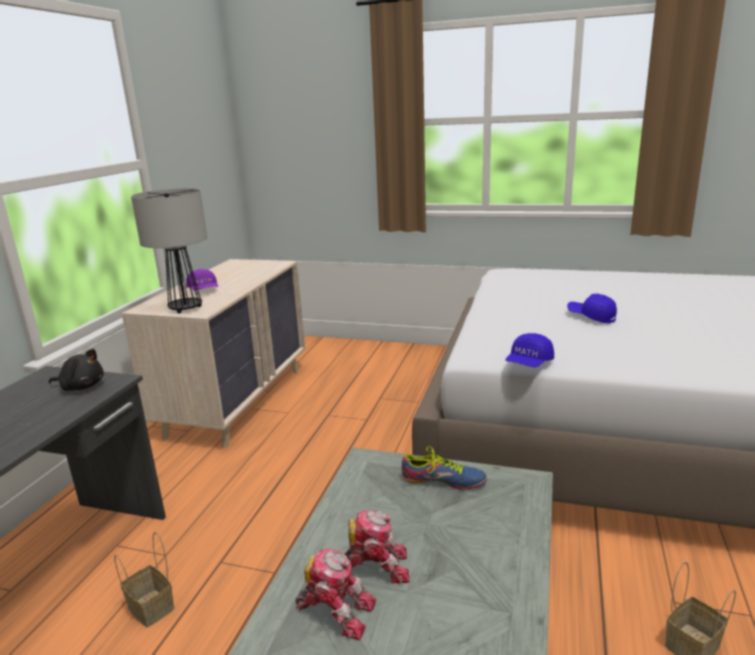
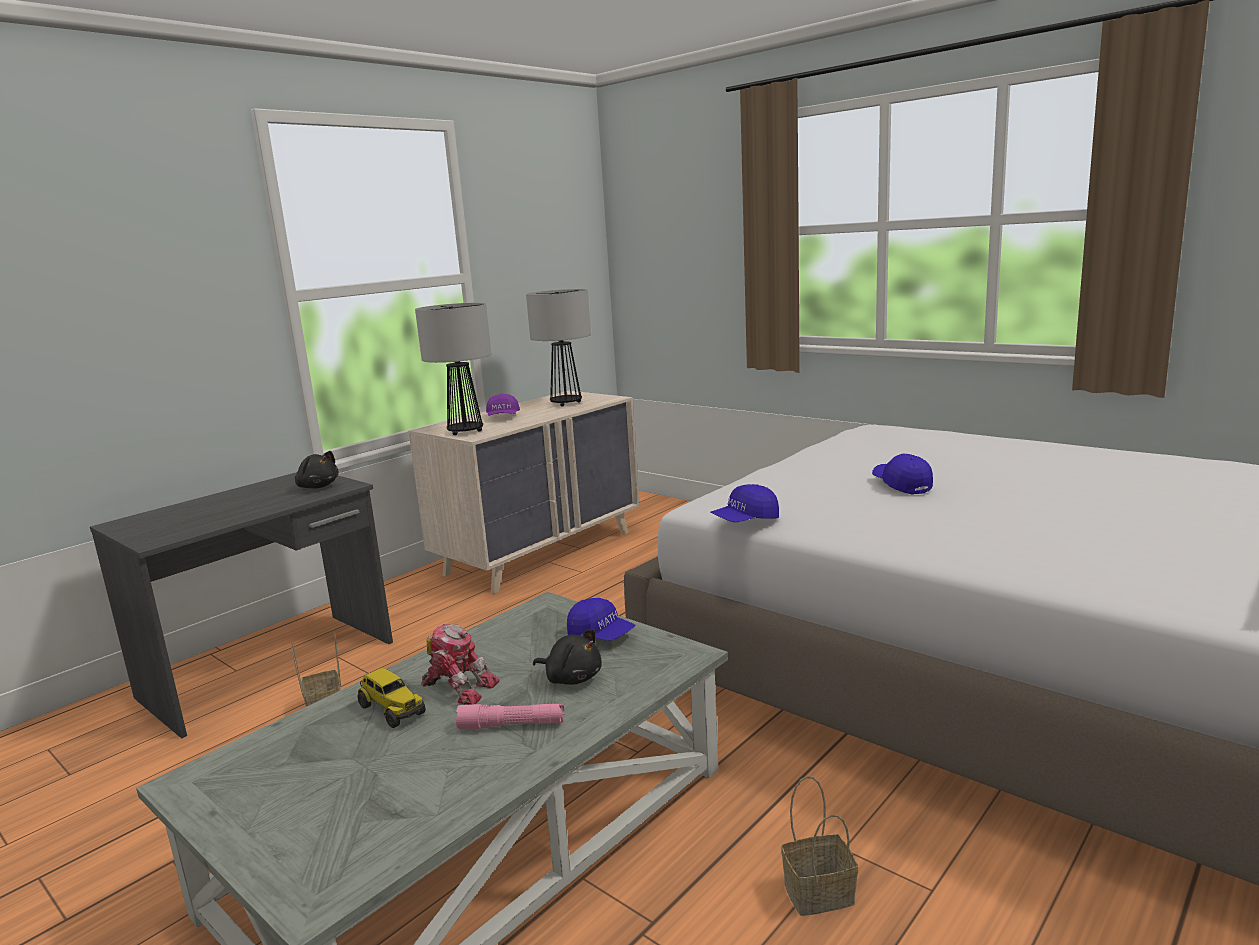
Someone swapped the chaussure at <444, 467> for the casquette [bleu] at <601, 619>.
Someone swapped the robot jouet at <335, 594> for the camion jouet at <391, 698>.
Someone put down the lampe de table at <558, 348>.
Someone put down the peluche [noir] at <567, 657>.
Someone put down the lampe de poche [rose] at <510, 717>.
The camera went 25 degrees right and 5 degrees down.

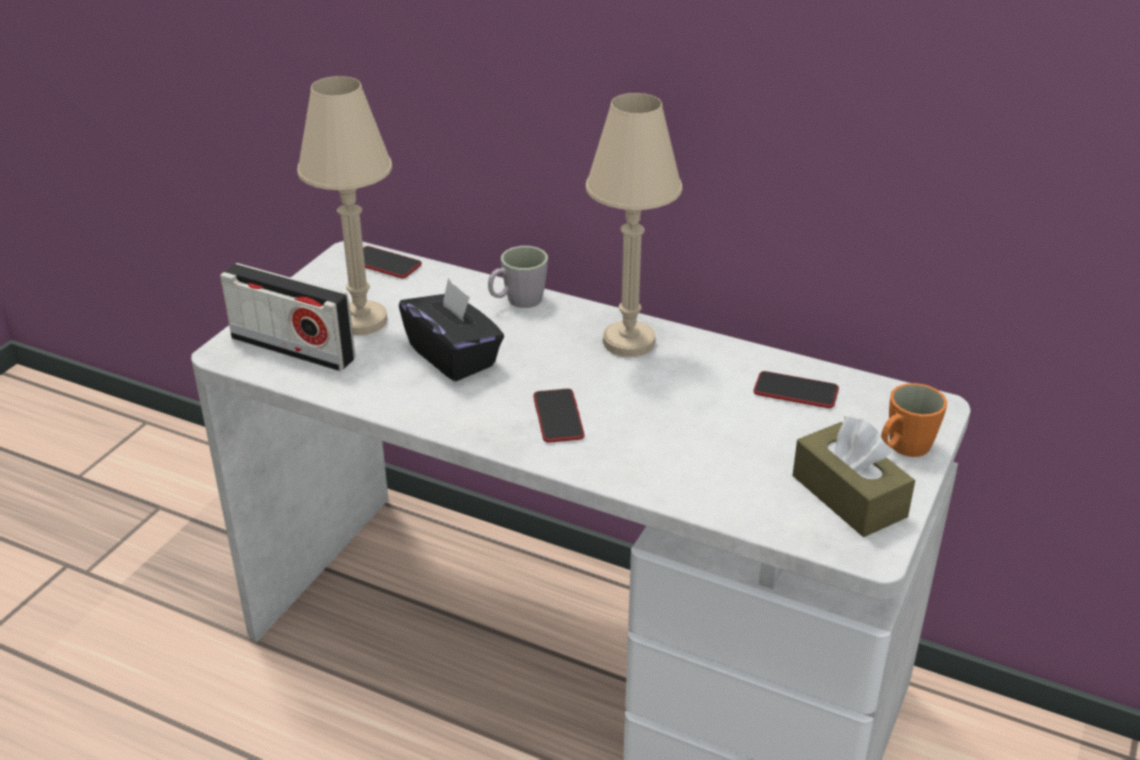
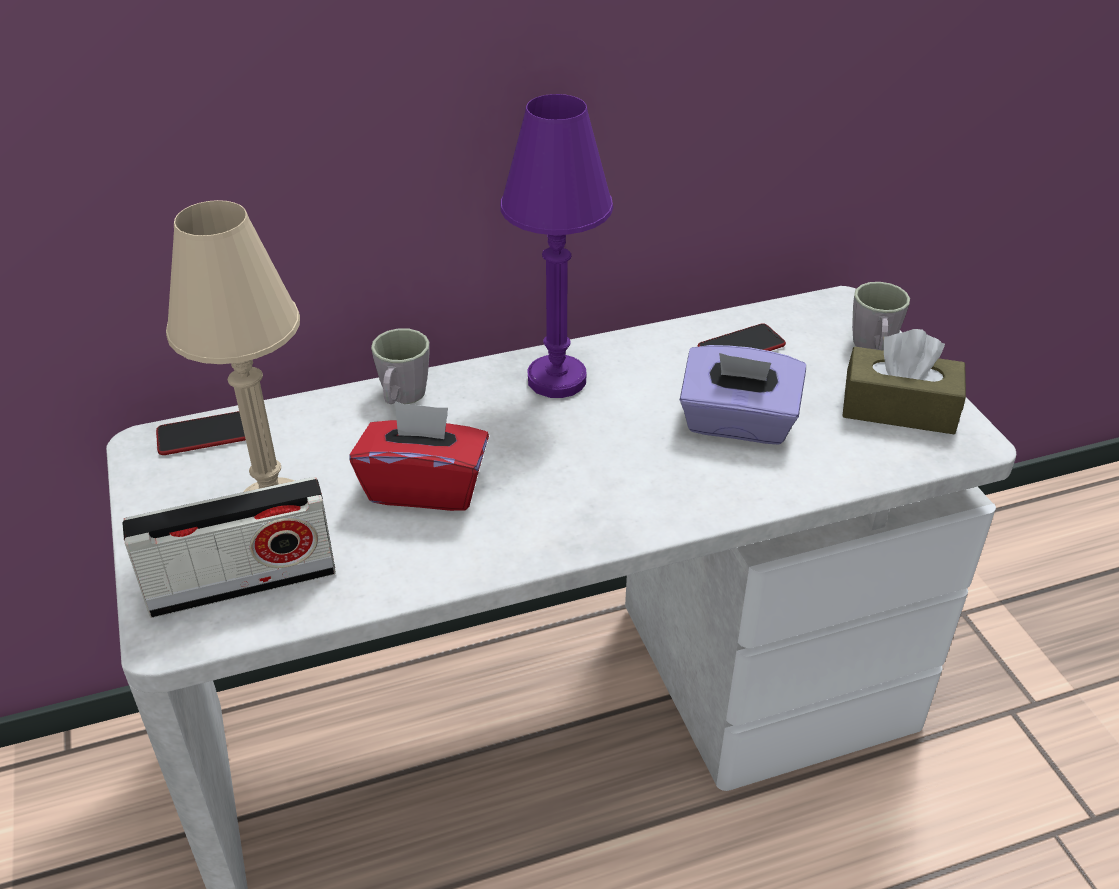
Someone repainted the lampe de table [beige] at <634, 225>, which became the lampe de table [violet] at <556, 246>.
Someone repainted the boîte à mouchoirs [noir] at <451, 329>, which became the boîte à mouchoirs [rouge] at <419, 456>.
Someone repainted the mug [orange] at <914, 420>, which became the mug [gris] at <881, 316>.
Someone took away the téléphone at <559, 416>.
Someone put down the boîte à mouchoirs [violet] at <743, 394>.
The camera went 45 degrees left and 5 degrees up.

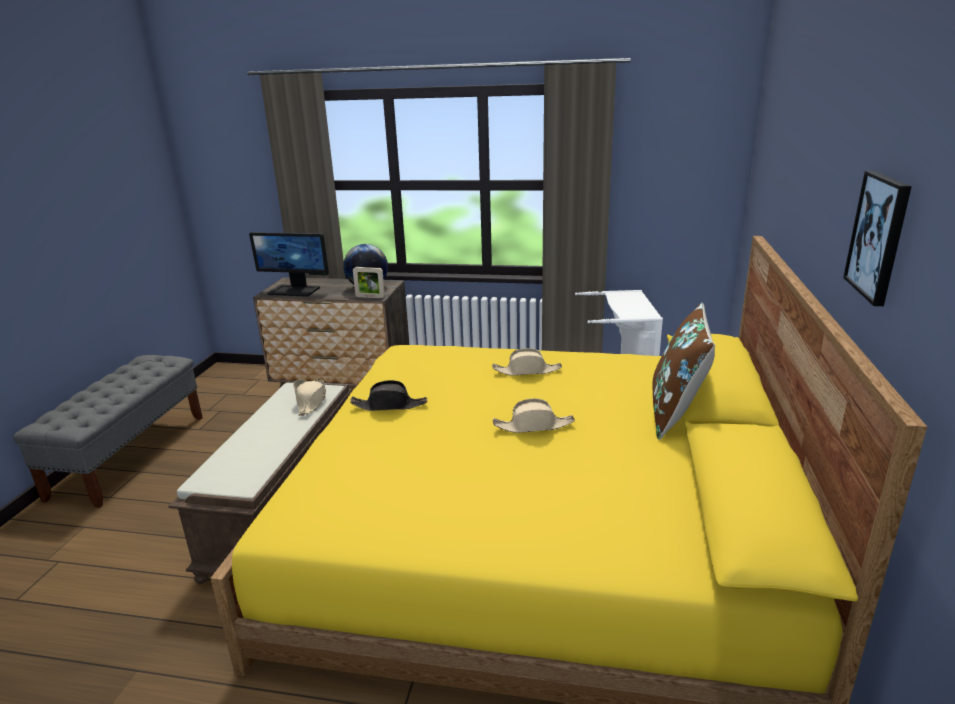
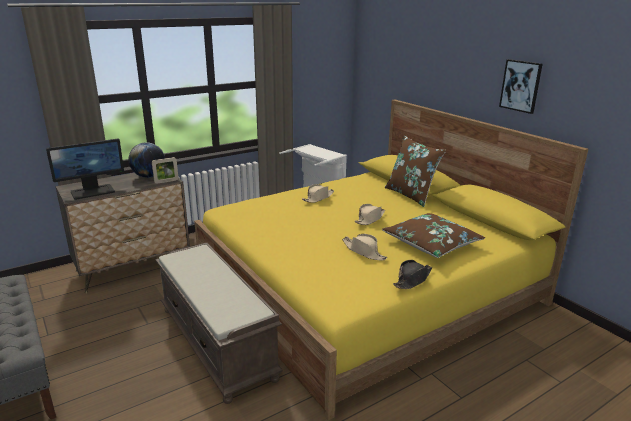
Someone carried the chapeau [beige] from <309, 397> to <364, 247>.
Someone carried the chapeau [noir] from <388, 395> to <412, 274>.
Someone put down the coussin [marron] at <433, 235>.
The camera went 45 degrees left and 0 degrees up.

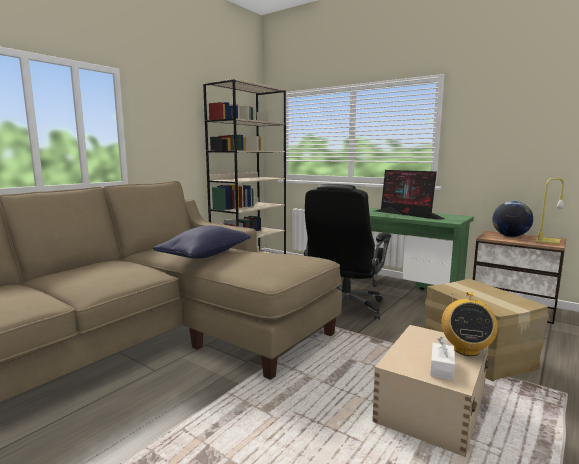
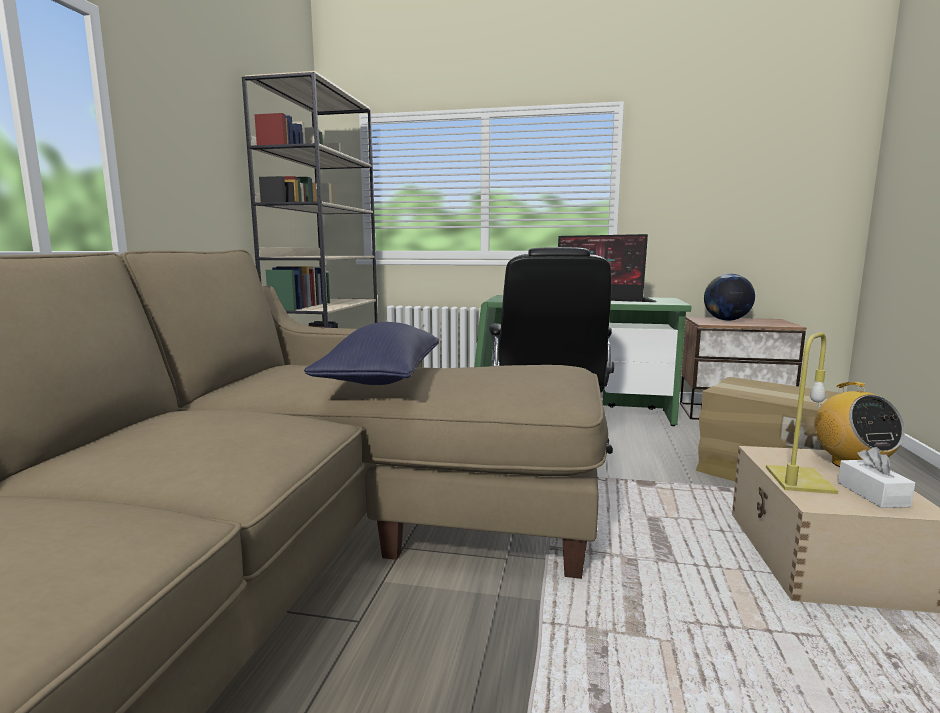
Someone carried the lampe de table [jaune] from <550, 211> to <802, 413>.
The camera went 25 degrees left and 0 degrees up.

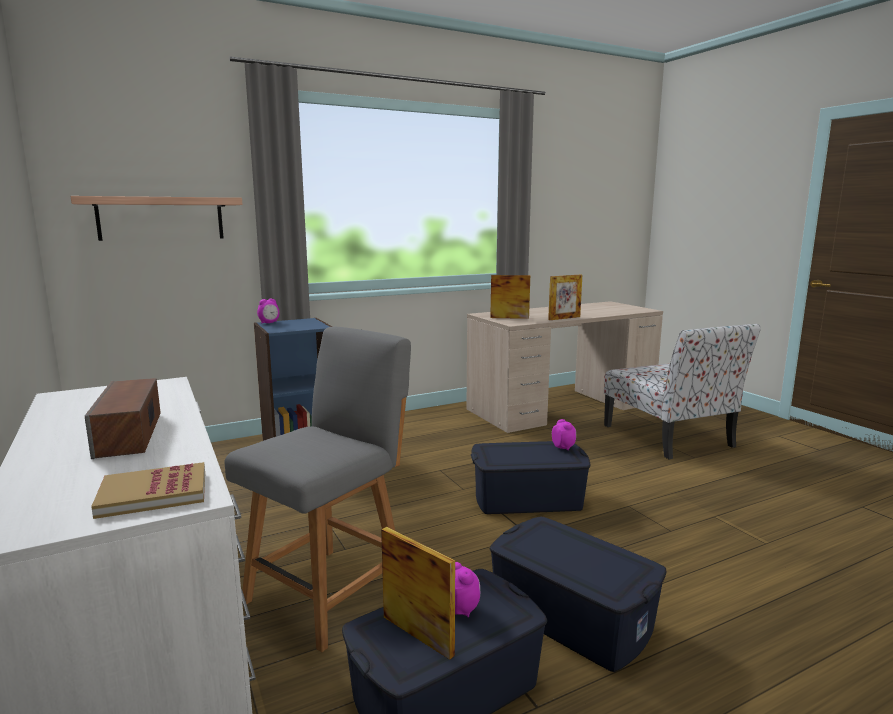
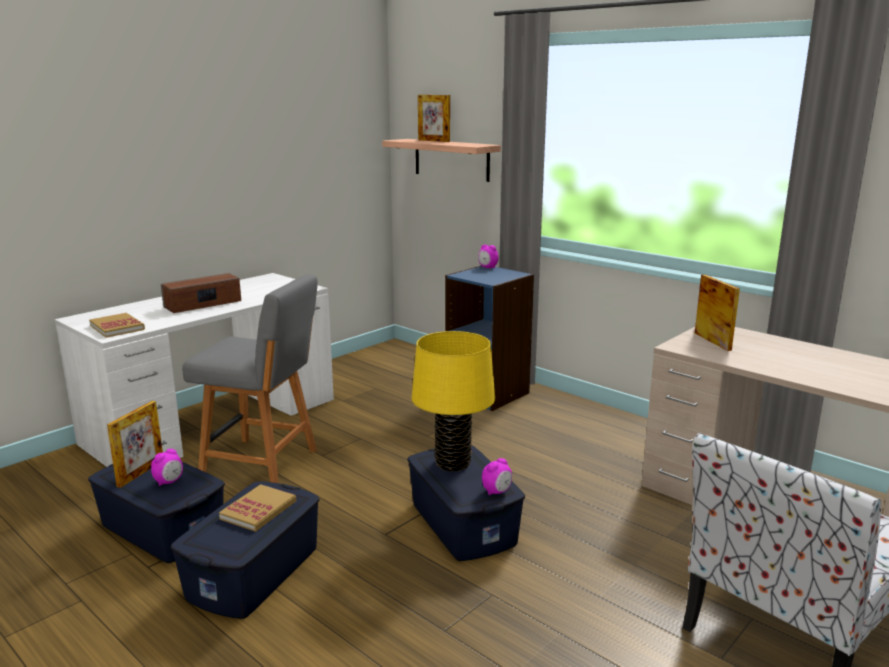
Someone carried the cadre photo from <565, 297> to <434, 118>.
Someone put down the lampe de table [jaune] at <453, 401>.
Someone put down the livre at <257, 508>.
The camera went 70 degrees right and 5 degrees up.

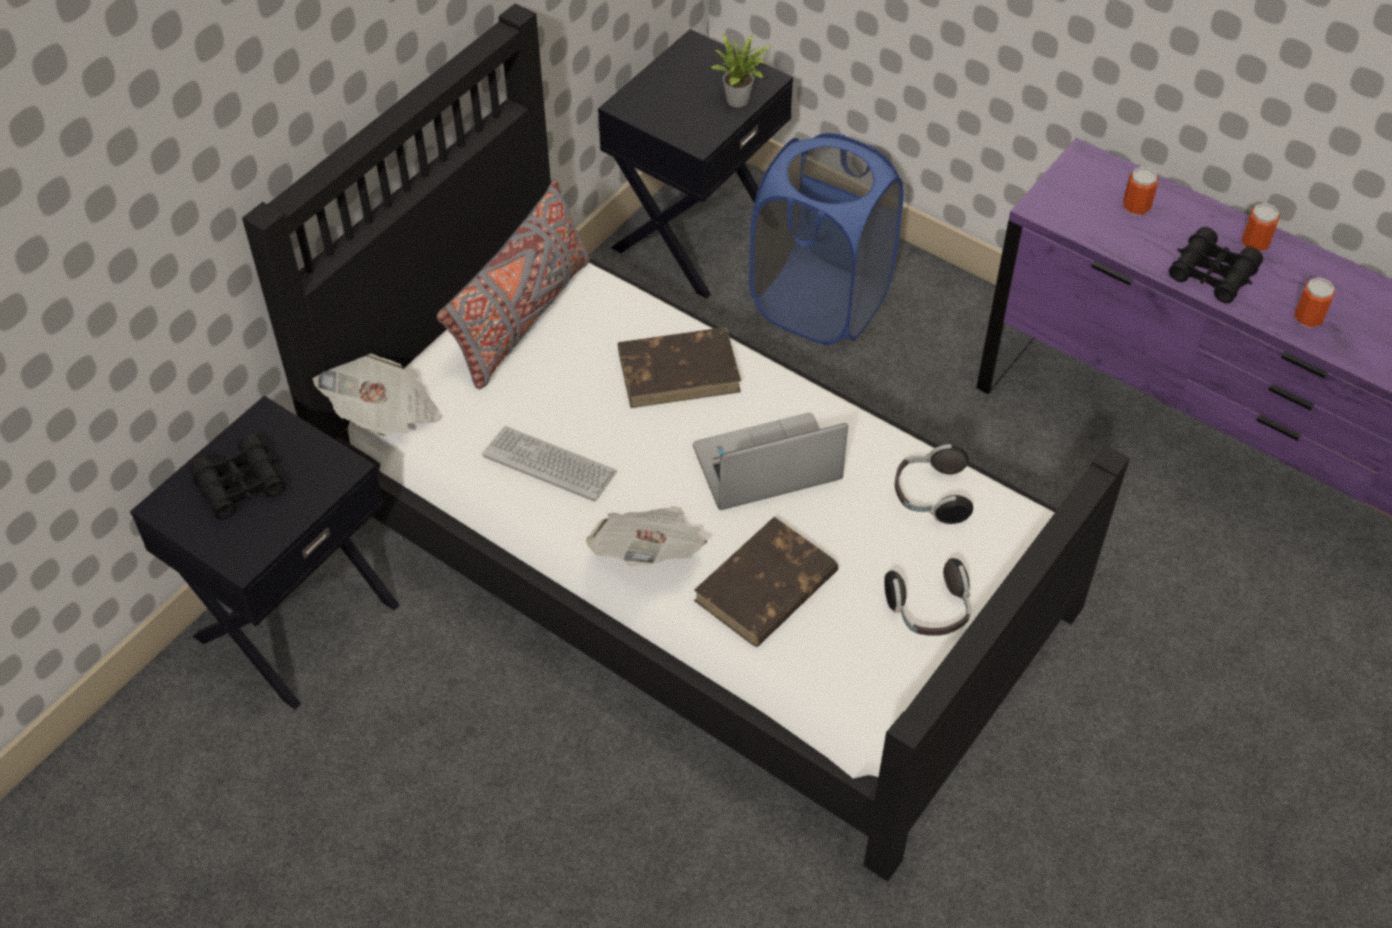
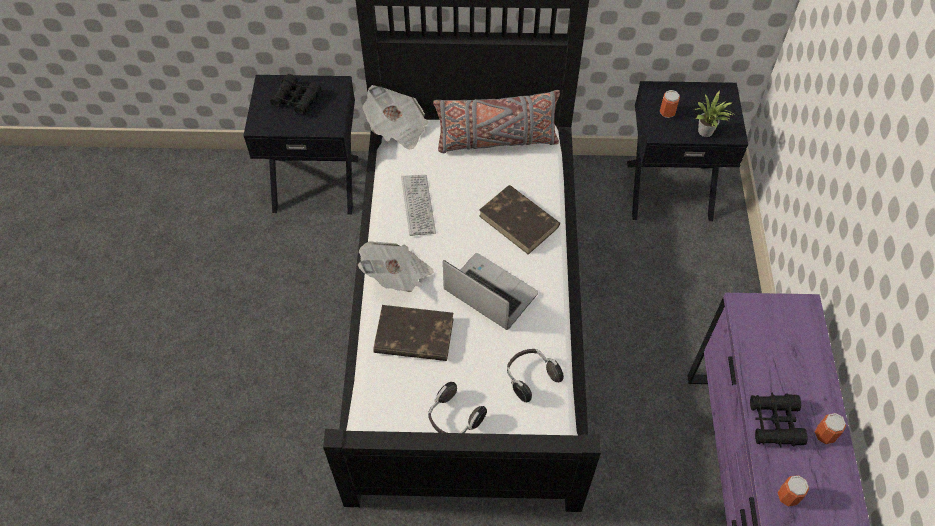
Someone took away the panier à linge [bleu] at <826, 239>.
Someone carried the boîte métallique from <1140, 191> to <670, 104>.
The camera went 55 degrees right and 5 degrees up.

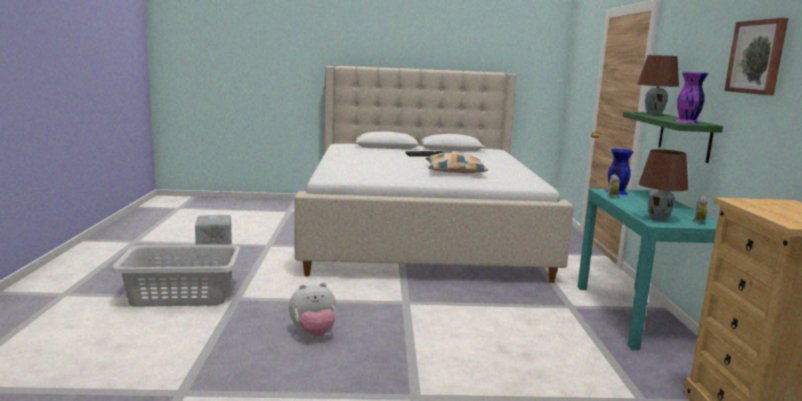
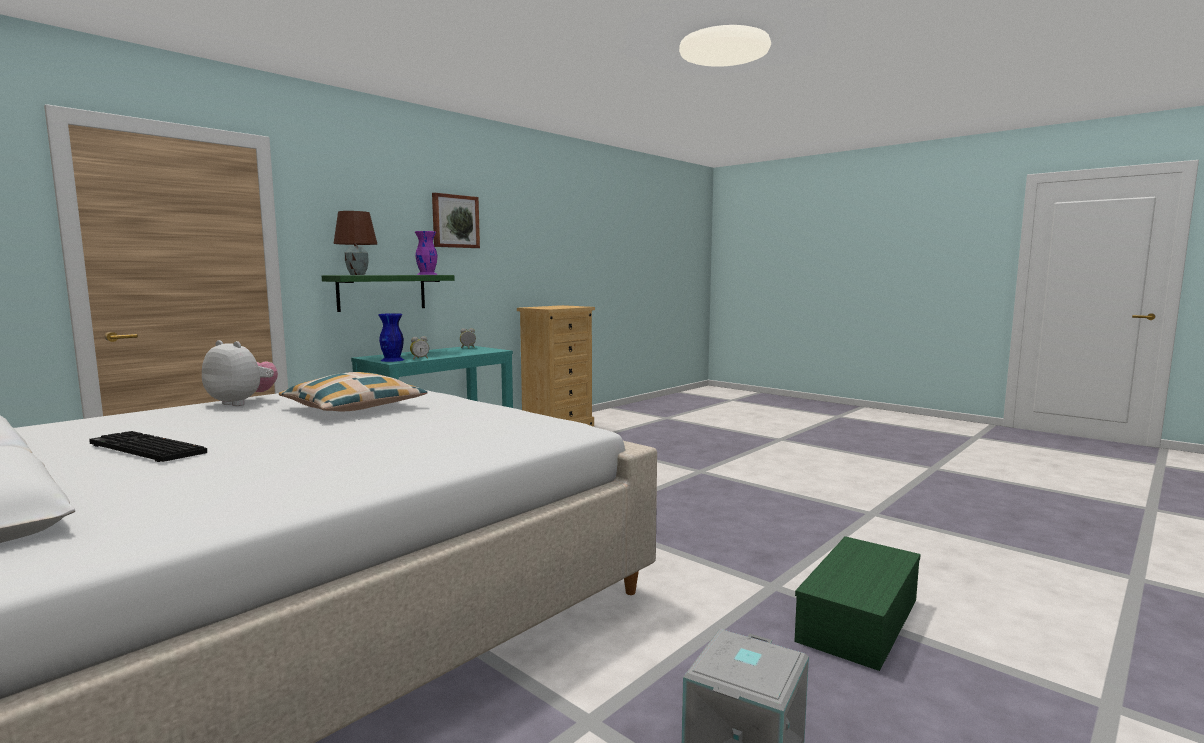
Someone took away the lampe de table [marron] at <663, 185>.
Someone swapped the panier à linge [gris] at <176, 276> for the boîte de rangement [vert] at <857, 603>.
Someone carried the peluche from <312, 309> to <240, 373>.
The camera went 135 degrees left and 5 degrees down.

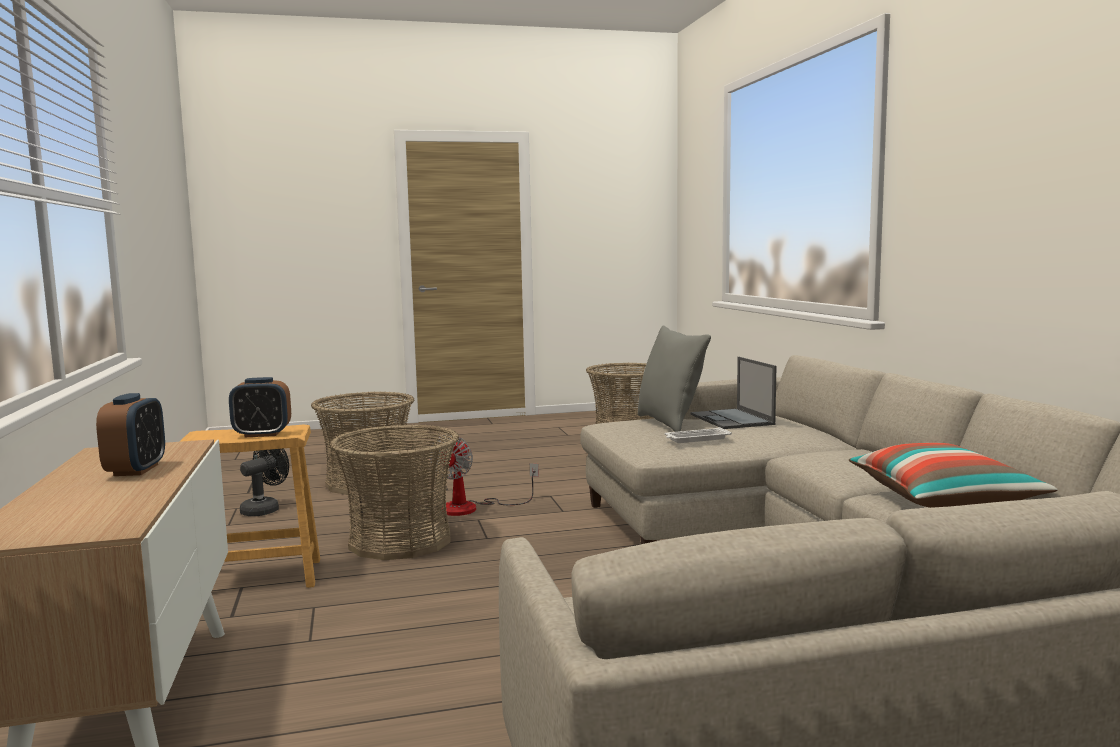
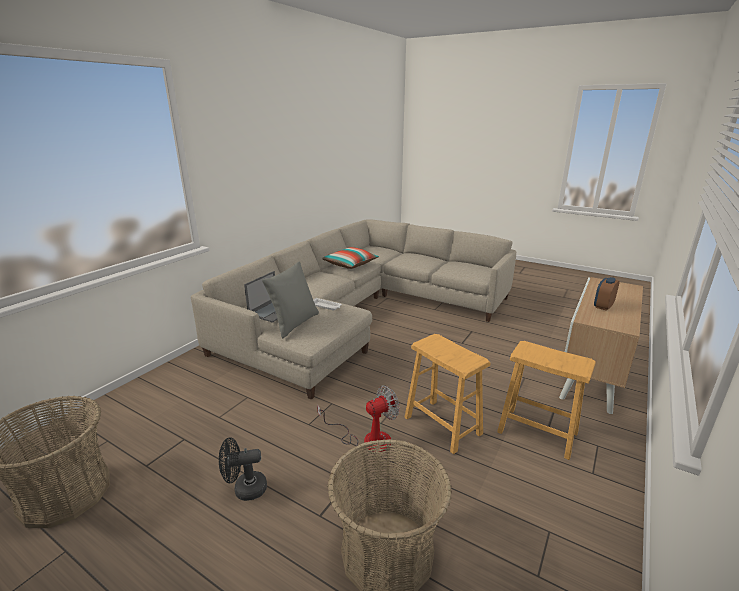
Someone took away the réveil at <260, 407>.
Someone swapped the panier at <394, 492> for the tabouret [marron] at <447, 394>.
Someone carried the ventilateur [noir] from <264, 482> to <243, 469>.
The camera went 135 degrees left and 15 degrees up.

